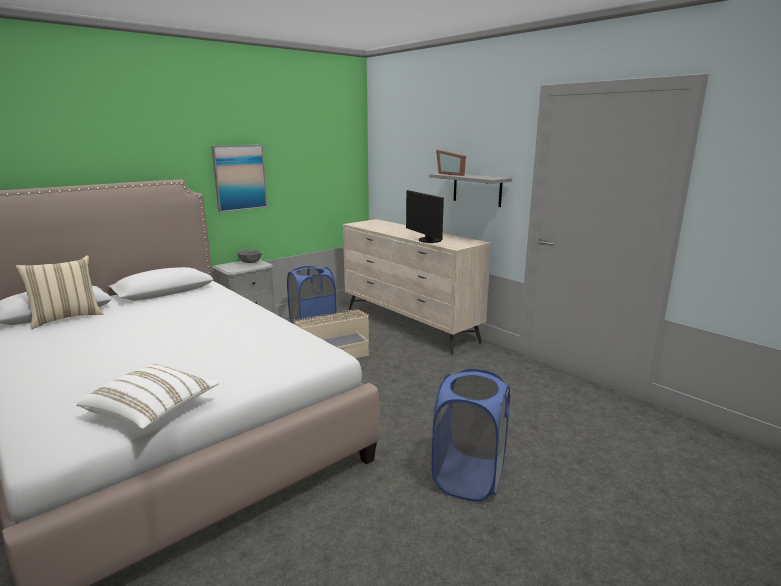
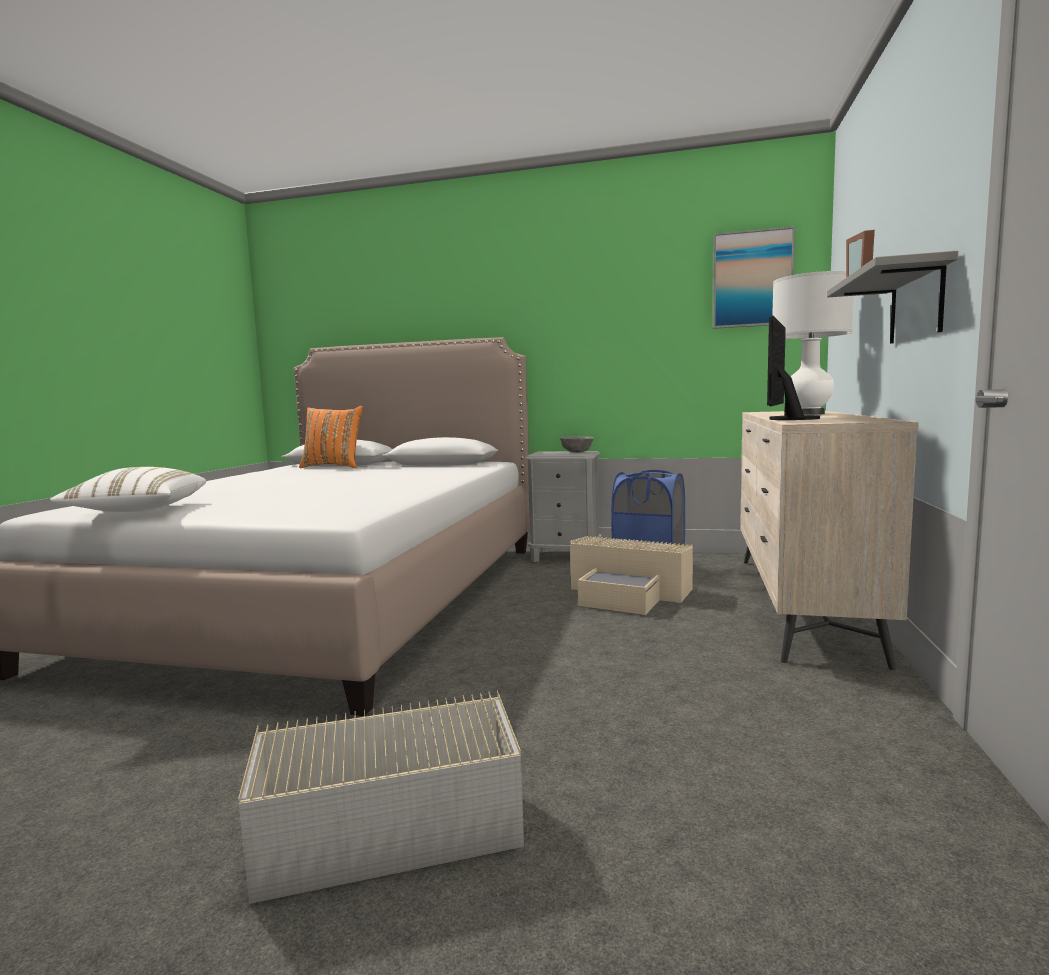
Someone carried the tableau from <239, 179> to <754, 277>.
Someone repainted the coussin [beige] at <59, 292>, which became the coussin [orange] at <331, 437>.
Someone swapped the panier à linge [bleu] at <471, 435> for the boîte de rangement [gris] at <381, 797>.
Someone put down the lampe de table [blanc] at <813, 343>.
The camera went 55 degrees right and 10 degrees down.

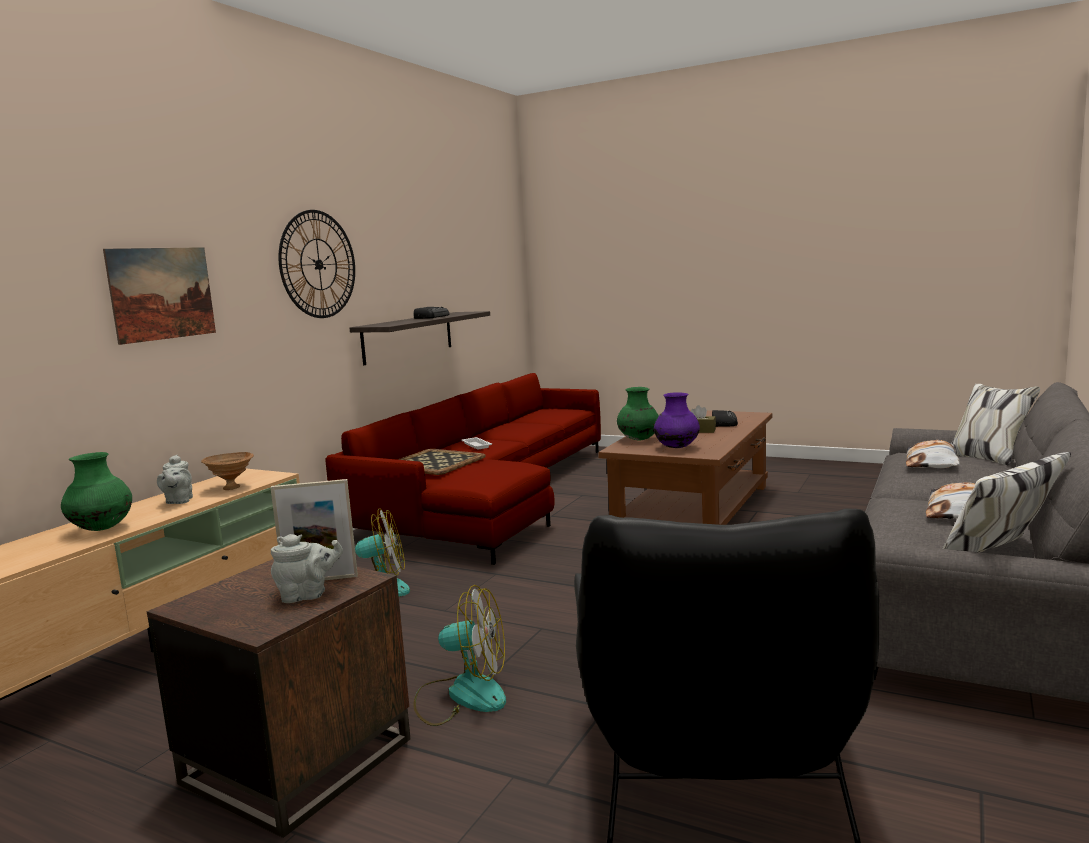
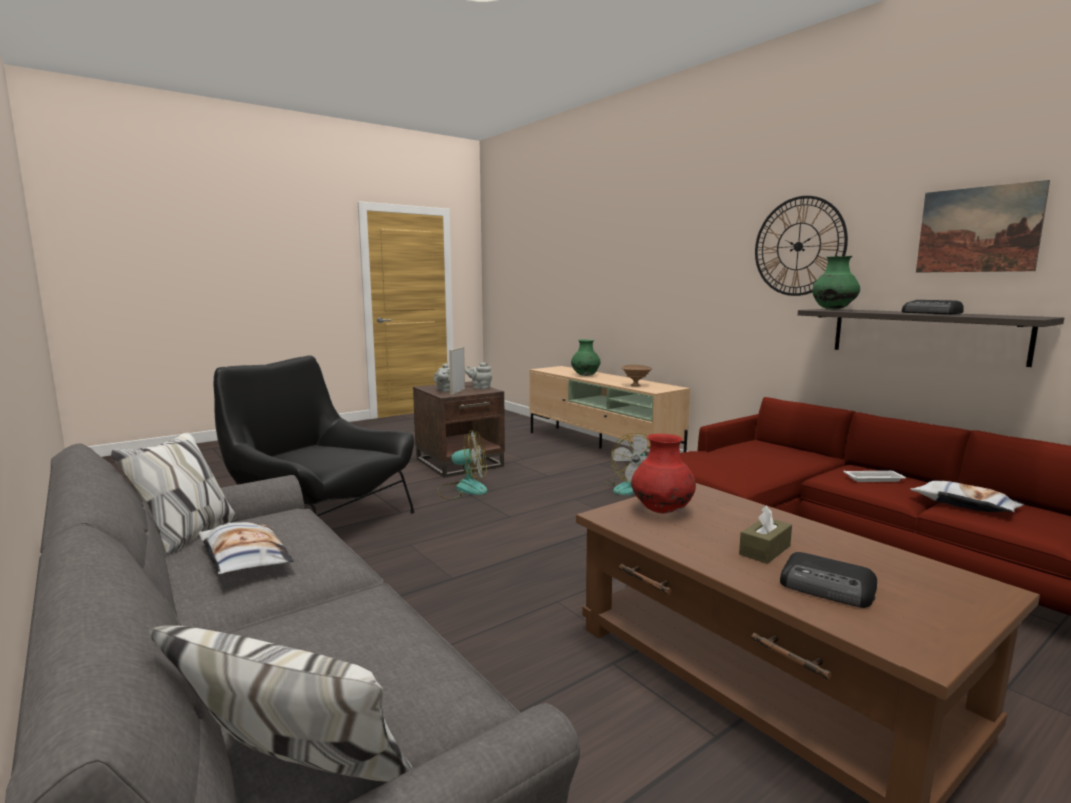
Someone carried the tableau from <159, 296> to <983, 226>.
Someone carried the vase [vert] from <638, 414> to <836, 283>.
Someone repainted the vase [violet] at <677, 420>, which became the vase [rouge] at <663, 473>.
Someone carried the coussin from <933, 454> to <967, 496>.
Someone took away the plateau at <442, 462>.
Someone carried the théière [gris] from <175, 479> to <478, 375>.
Someone rotated the ventilateur at <459, 655> by 120 degrees counterclockwise.
The camera went 115 degrees right and 0 degrees up.

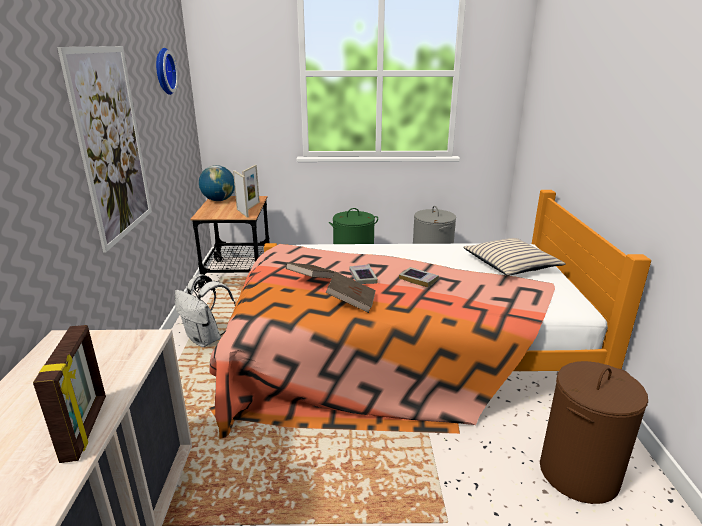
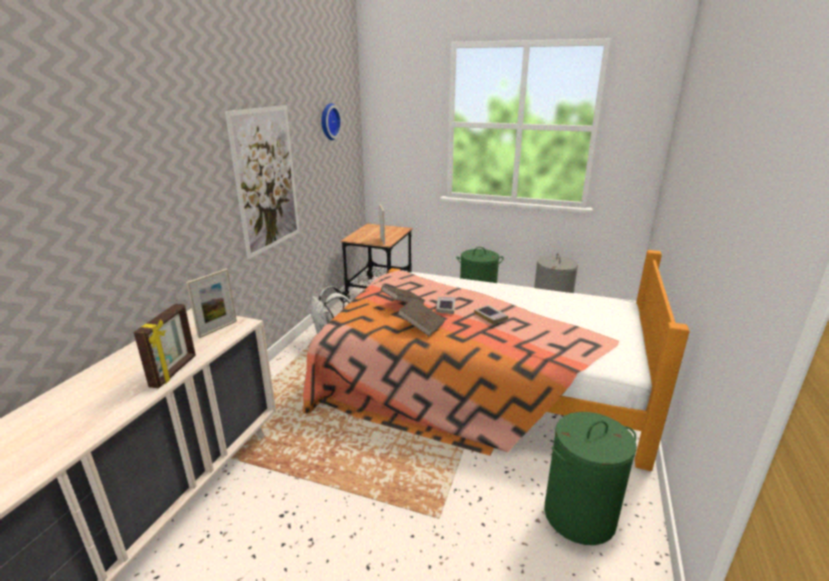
Someone took away the globe at <217, 183>.
Someone carried the cadre photo from <251, 187> to <211, 303>.
Someone took away the coussin [beige] at <514, 257>.
Someone repainted the panier à linge [marron] at <594, 432>, which became the panier à linge [vert] at <590, 478>.
The camera went 20 degrees right and 0 degrees up.

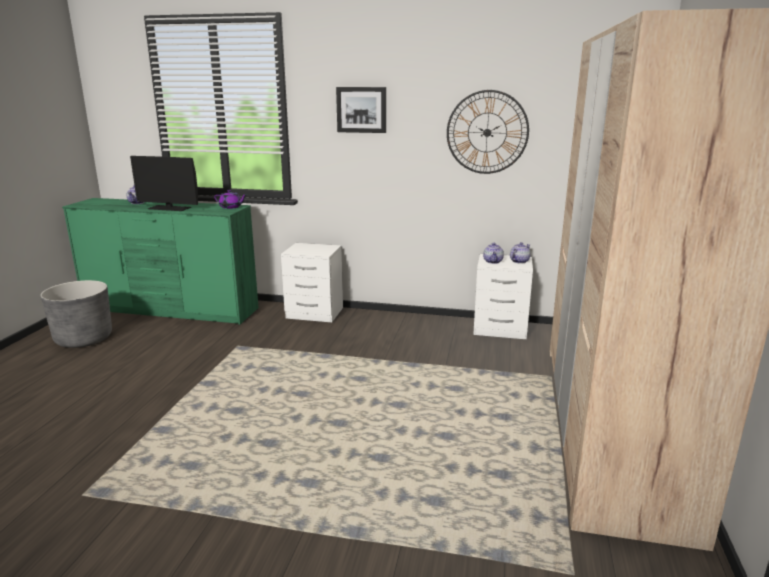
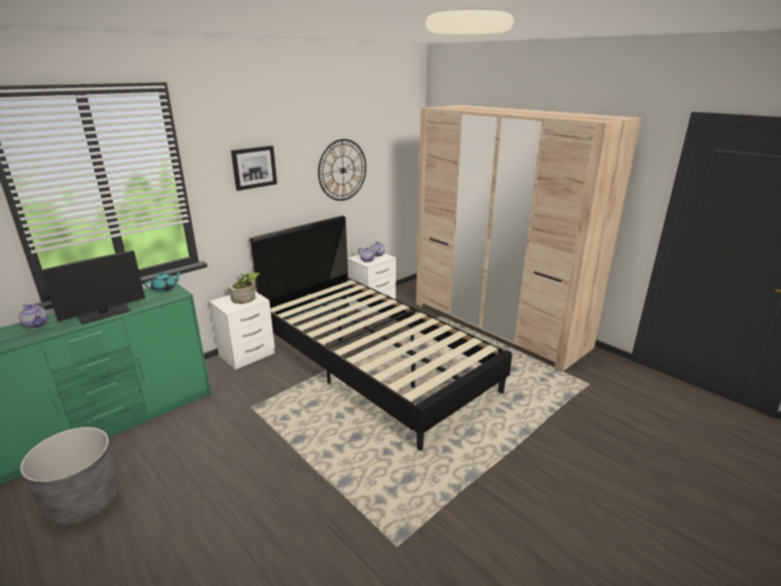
Someone repainted the théière [violet] at <230, 199>, which became the théière [turquoise] at <162, 281>.
Someone put down the lit [noir] at <381, 333>.
Someone put down the plante en pot at <244, 288>.
The camera went 55 degrees left and 5 degrees up.

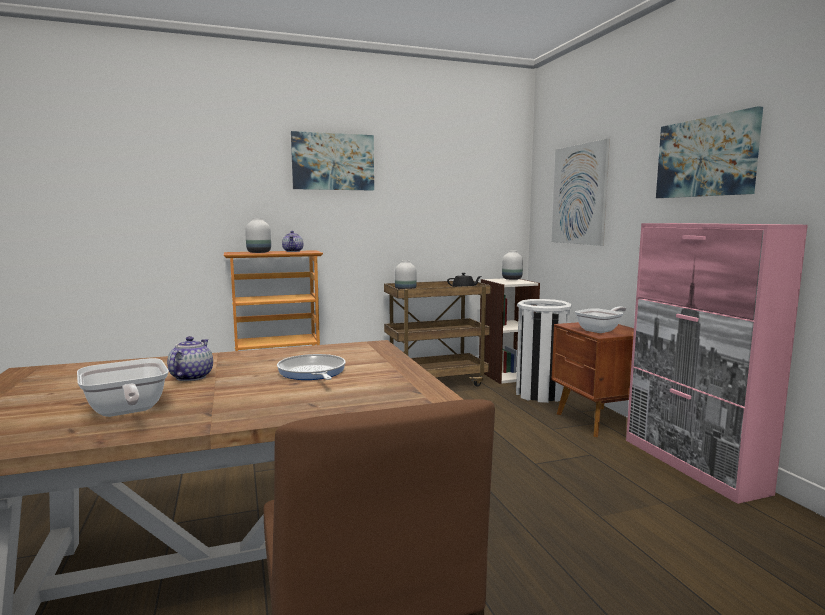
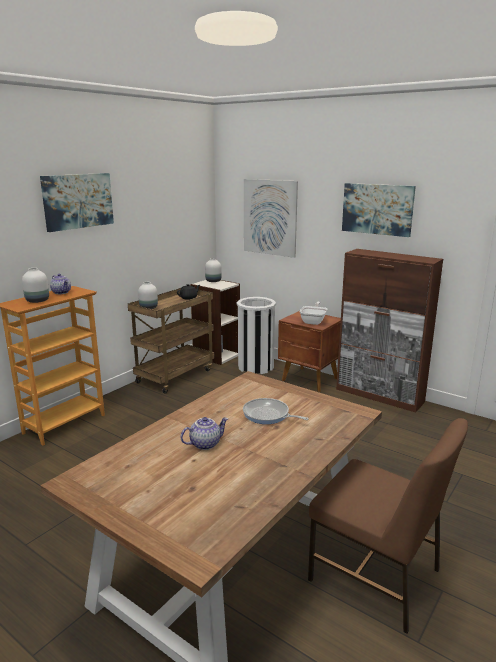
Someone repainted the meuble de rangement [rose] at <717, 363>, which became the meuble de rangement [marron] at <389, 331>.
Someone rotated the théière at <190, 358> by 90 degrees clockwise.
Someone took away the poêle at <123, 387>.
The camera went 35 degrees left and 10 degrees up.

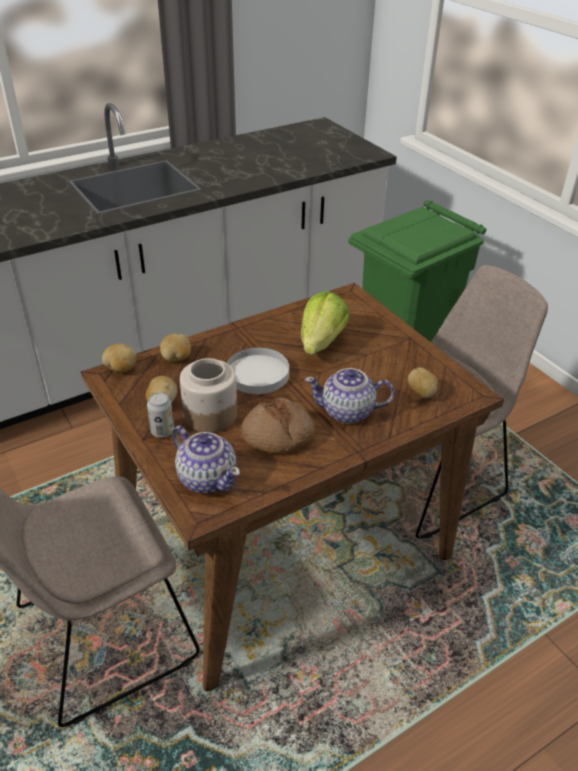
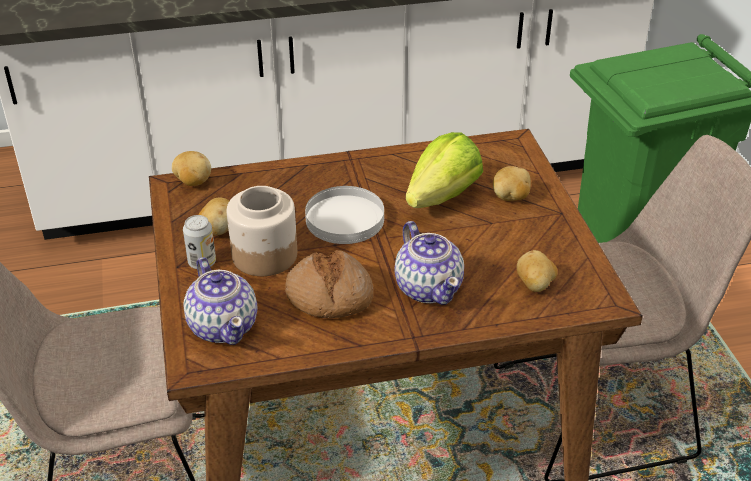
Someone carried the pomme de terre from <175, 348> to <512, 183>.
Someone rotated the théière at <350, 396> by 135 degrees counterclockwise.
The camera went 20 degrees right and 0 degrees up.

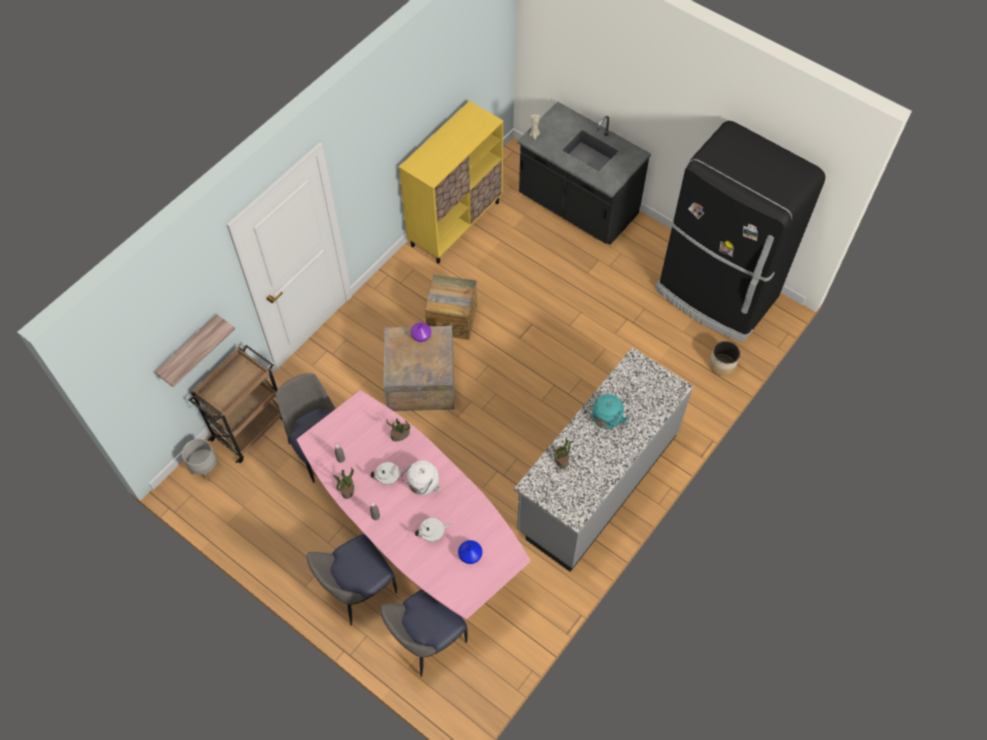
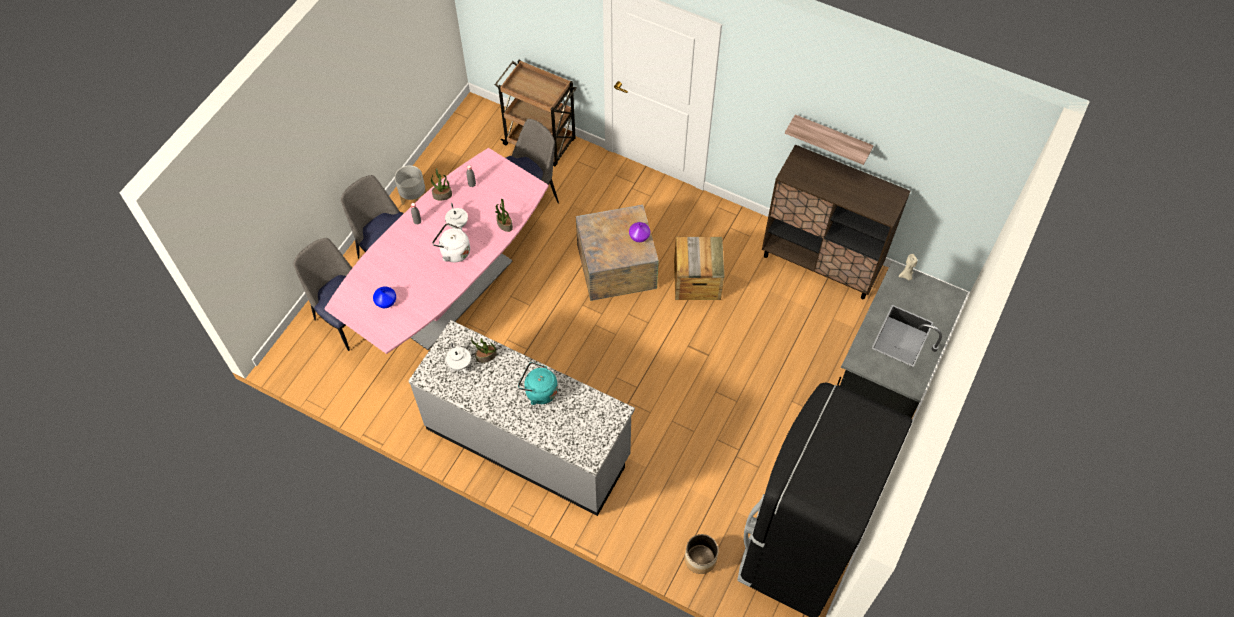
Someone repainted the meuble de rangement [jaune] at <451, 182>, which became the meuble de rangement [marron] at <836, 222>.
Someone carried the étagère from <195, 351> to <829, 140>.
Someone carried the cache-pot [gris] from <201, 460> to <410, 185>.
Someone carried the théière [blanc] from <432, 530> to <458, 358>.
The camera went 80 degrees right and 0 degrees up.

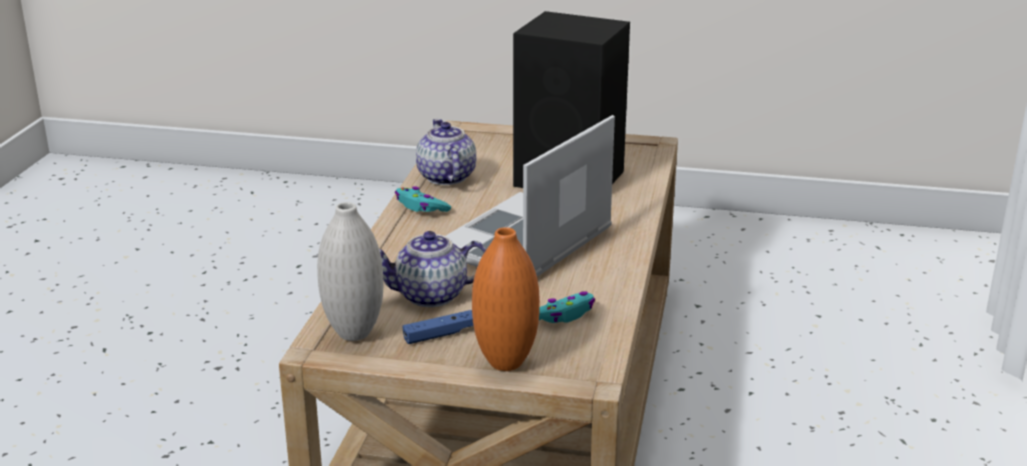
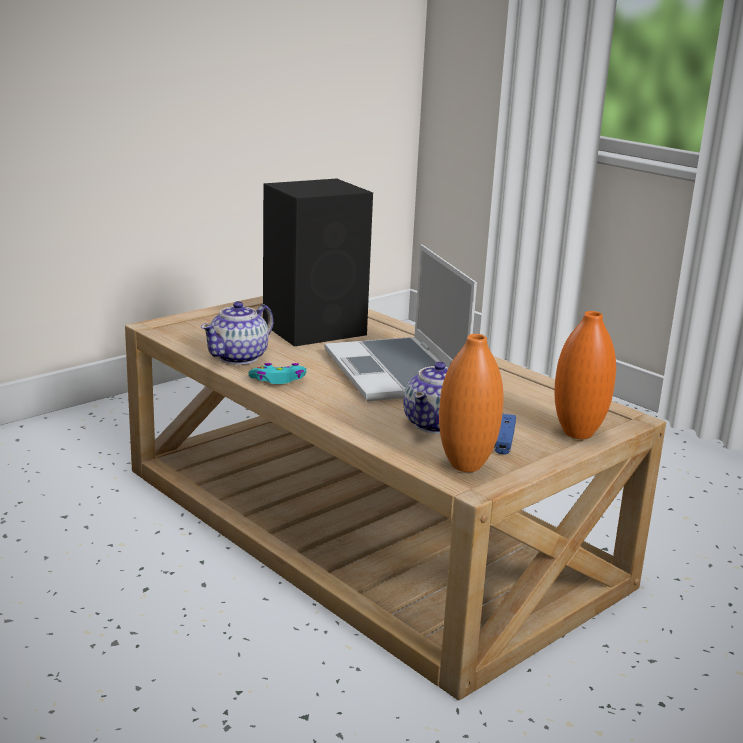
Someone rotated the théière at <446, 152> by 75 degrees counterclockwise.
Someone repainted the vase [blanc] at <350, 271>, which became the vase [orange] at <471, 403>.
Someone took away the manette [turquoise] at <567, 307>.
The camera went 55 degrees left and 5 degrees down.

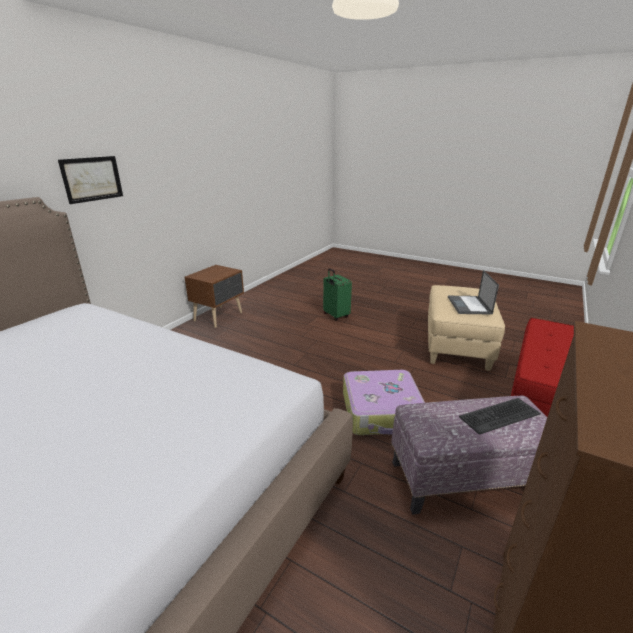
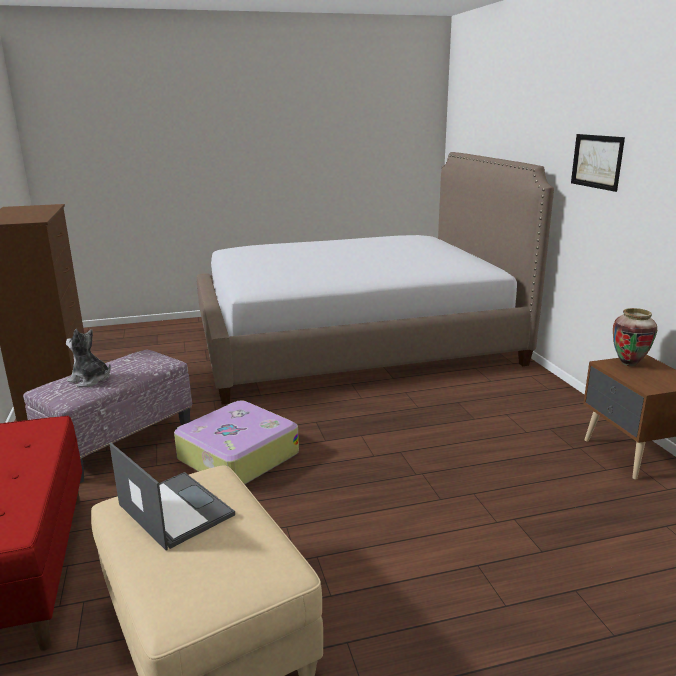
Someone took away the valise [vert] at <337, 294>.
Someone swapped the clavier at <500, 416> for the peluche at <88, 358>.
Someone put down the vase at <635, 337>.
The camera went 135 degrees right and 5 degrees down.

